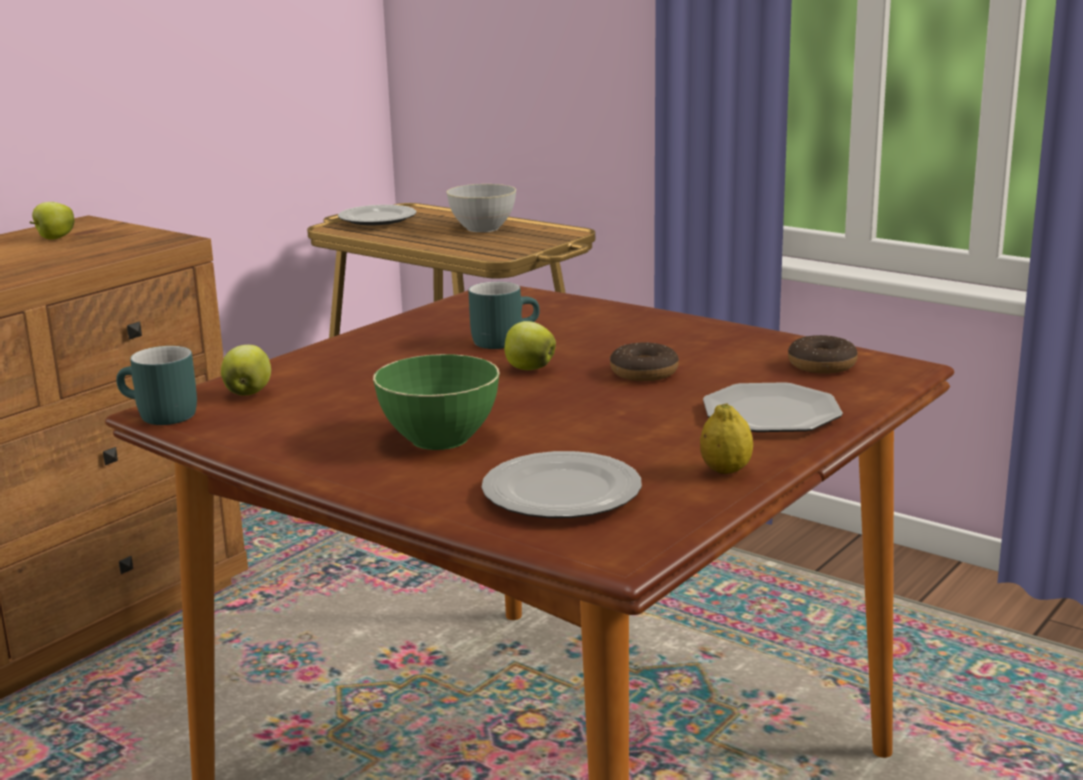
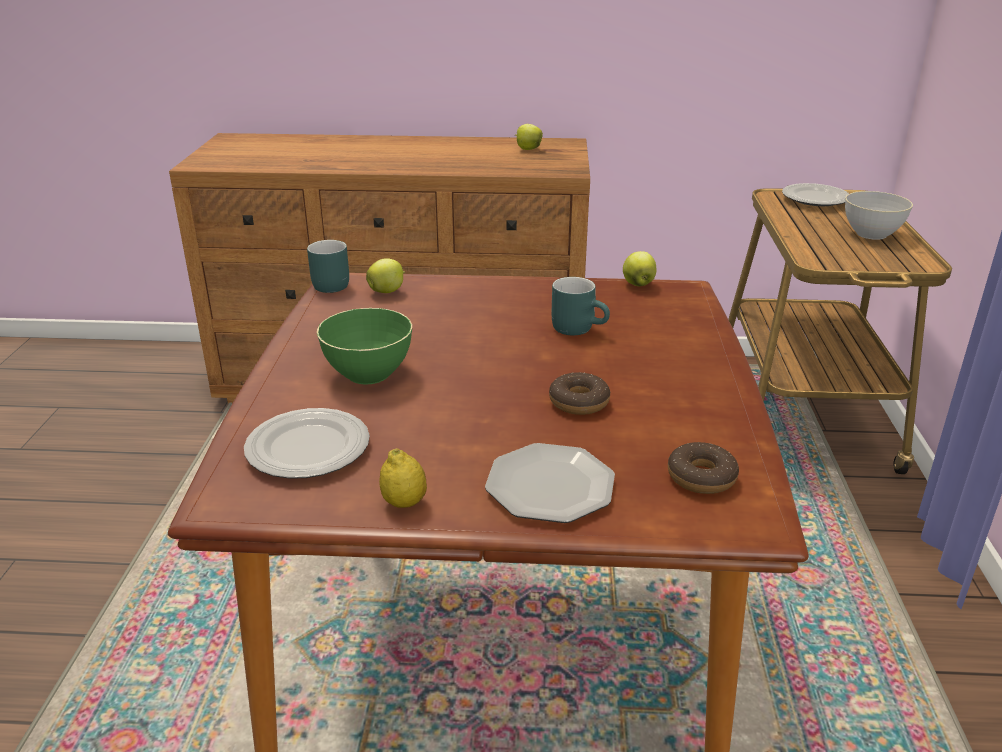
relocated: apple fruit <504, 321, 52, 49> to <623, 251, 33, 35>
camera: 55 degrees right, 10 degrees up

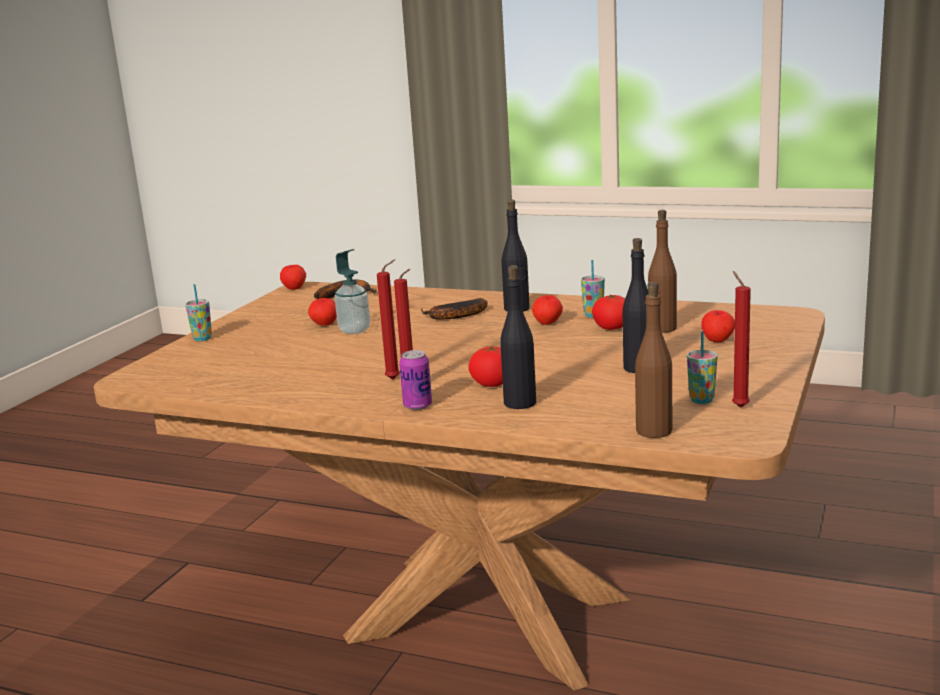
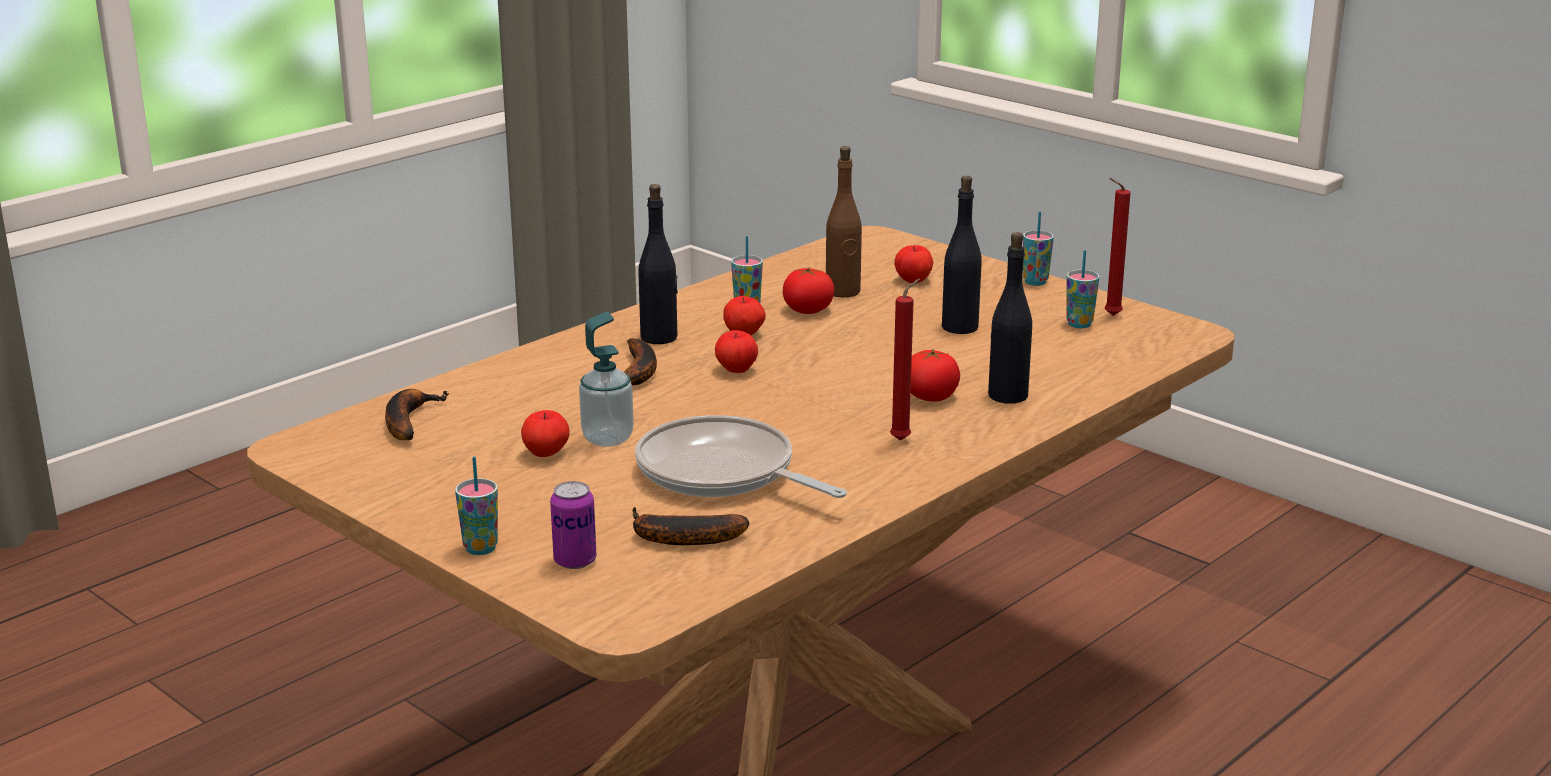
missing: wax candle/red <377, 259, 23, 121>; beverage bottle/brown <635, 282, 37, 156>
appeared: banana fruit <633, 507, 117, 38>; frying pan <635, 415, 212, 83>; cup <1023, 211, 31, 75>
relocated: apple fruit <280, 265, 26, 25> to <715, 330, 43, 43>; sealed can <399, 350, 33, 60> to <550, 481, 46, 88>
camera: 70 degrees left, 5 degrees up

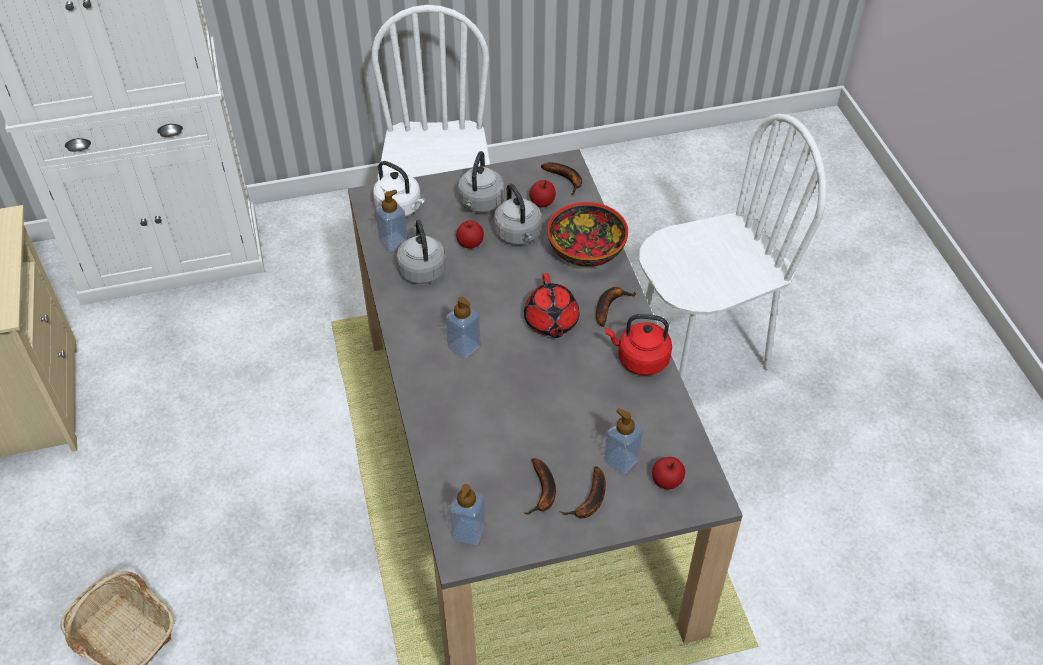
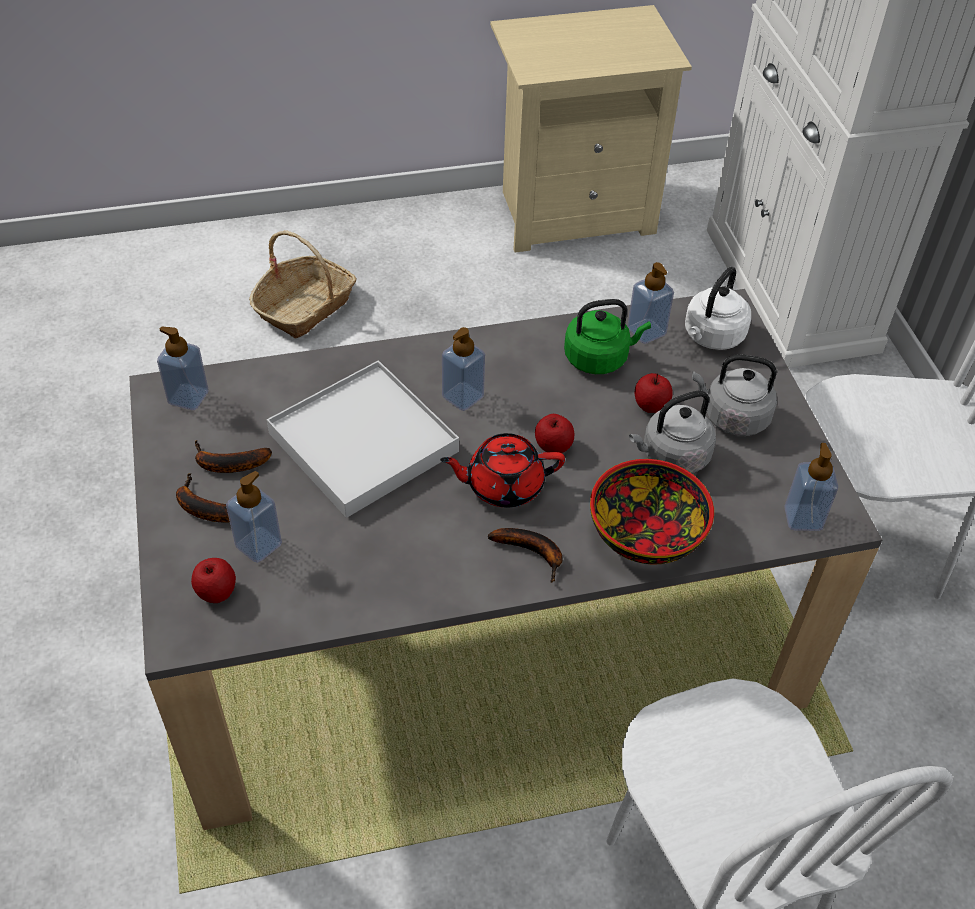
missing: kettle/red <605, 314, 67, 61>
appeared: serving tray/whitish <267, 360, 192, 158>
relocated: apple fruit <529, 180, 27, 27> to <535, 414, 39, 39>
exchanged: banana fruit <541, 162, 41, 33> to soap dispenser <784, 443, 54, 88>
colour: kettle/gray <396, 220, 50, 64> to kettle/green-coloured <564, 299, 87, 75>
camera: 90 degrees right, 0 degrees up

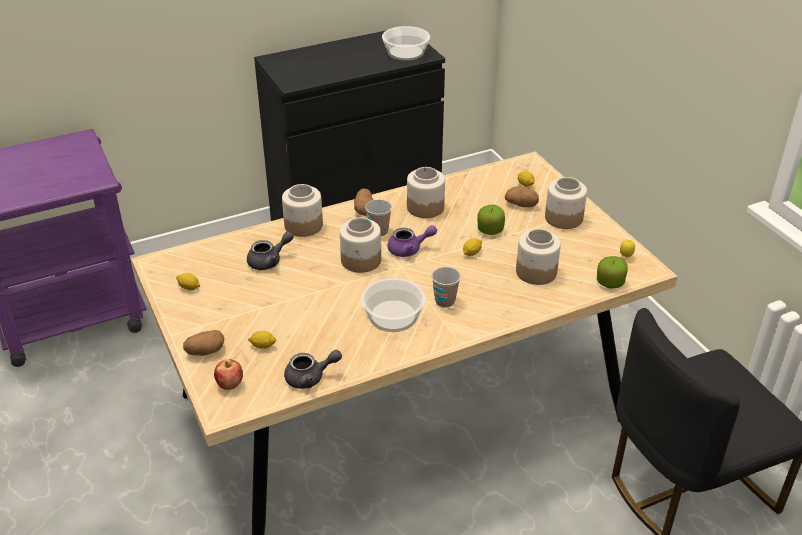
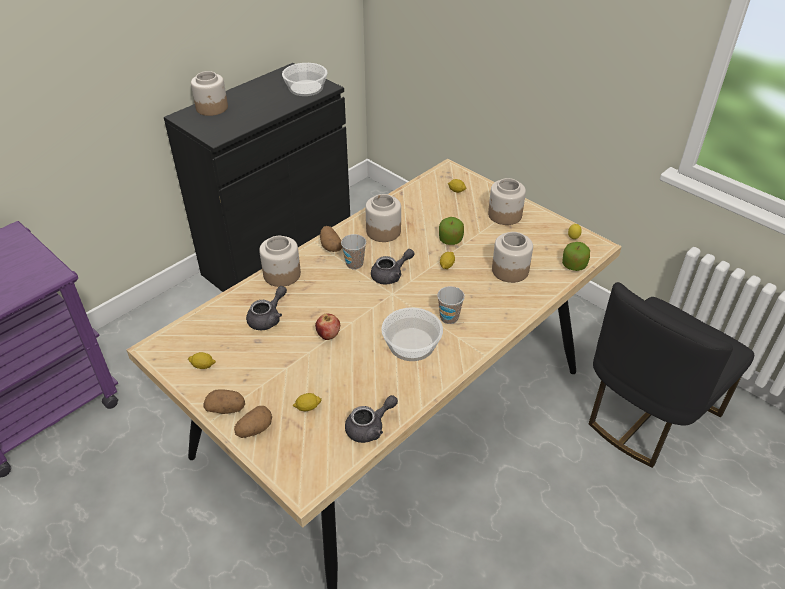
relocated: apple fruit <214, 359, 29, 31> to <315, 313, 25, 27>; preserve jar <340, 217, 41, 56> to <191, 71, 37, 45>; potato <505, 187, 34, 20> to <203, 389, 42, 25>
colour: teapot/purple <388, 225, 49, 32> to teapot/gray <371, 249, 43, 36>
camera: 20 degrees left, 5 degrees up

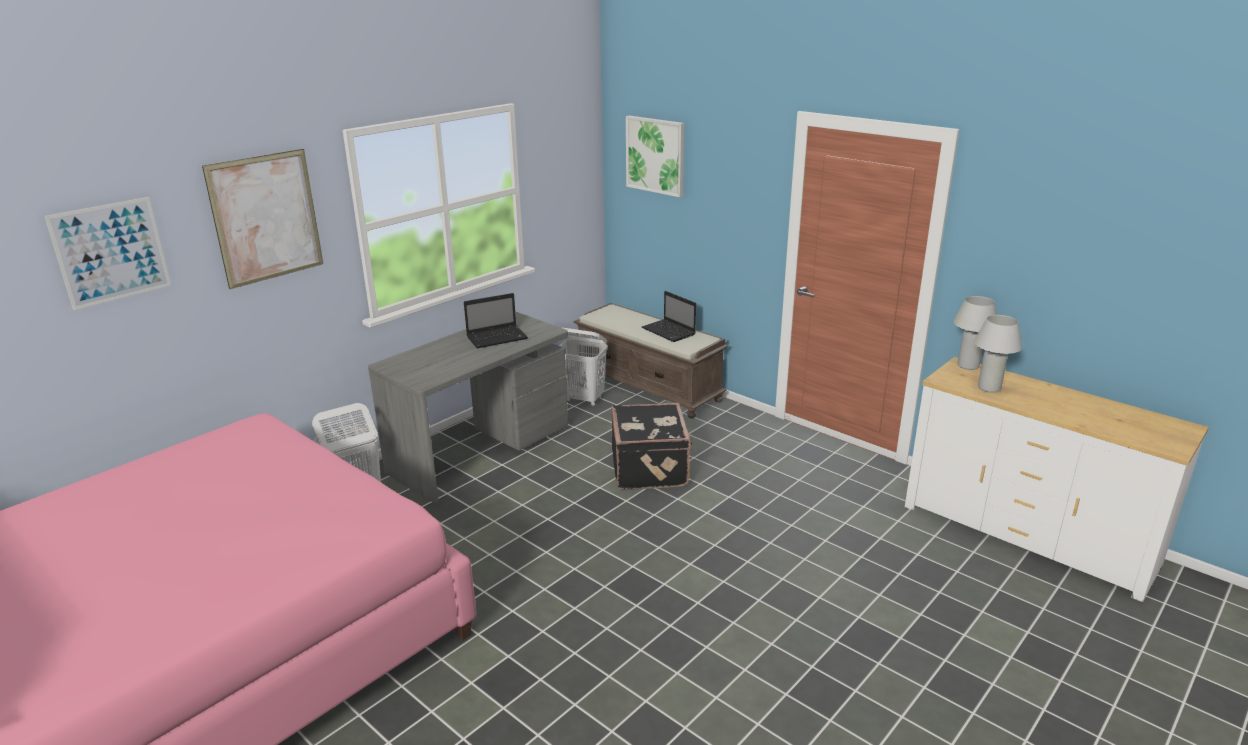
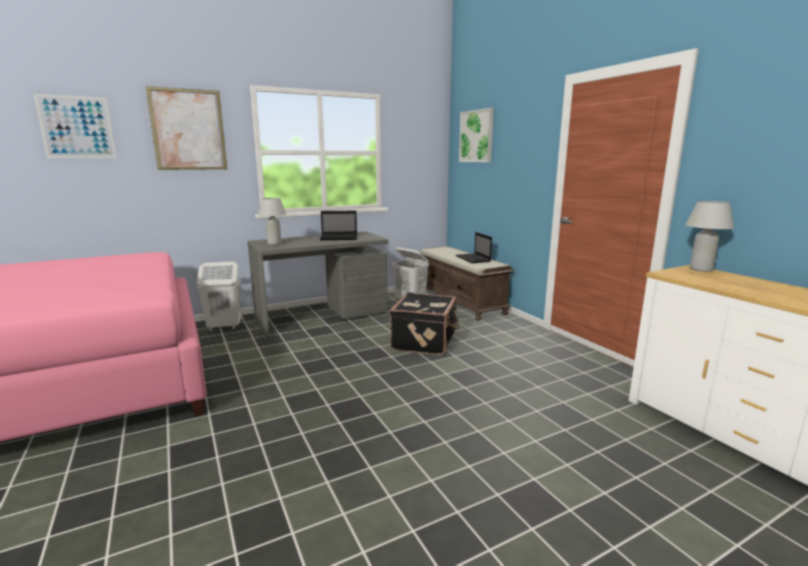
relocated: tabletop lamp/whitish <974, 315, 48, 78> to <258, 198, 28, 47>
camera: 20 degrees right, 10 degrees down

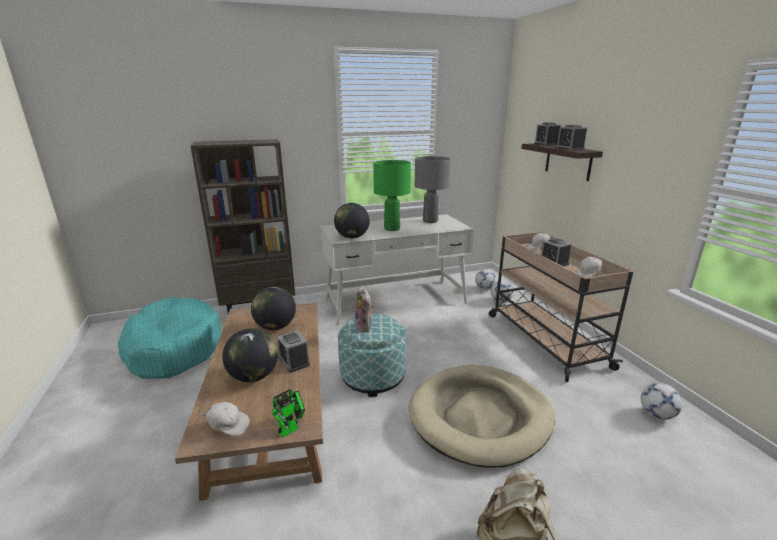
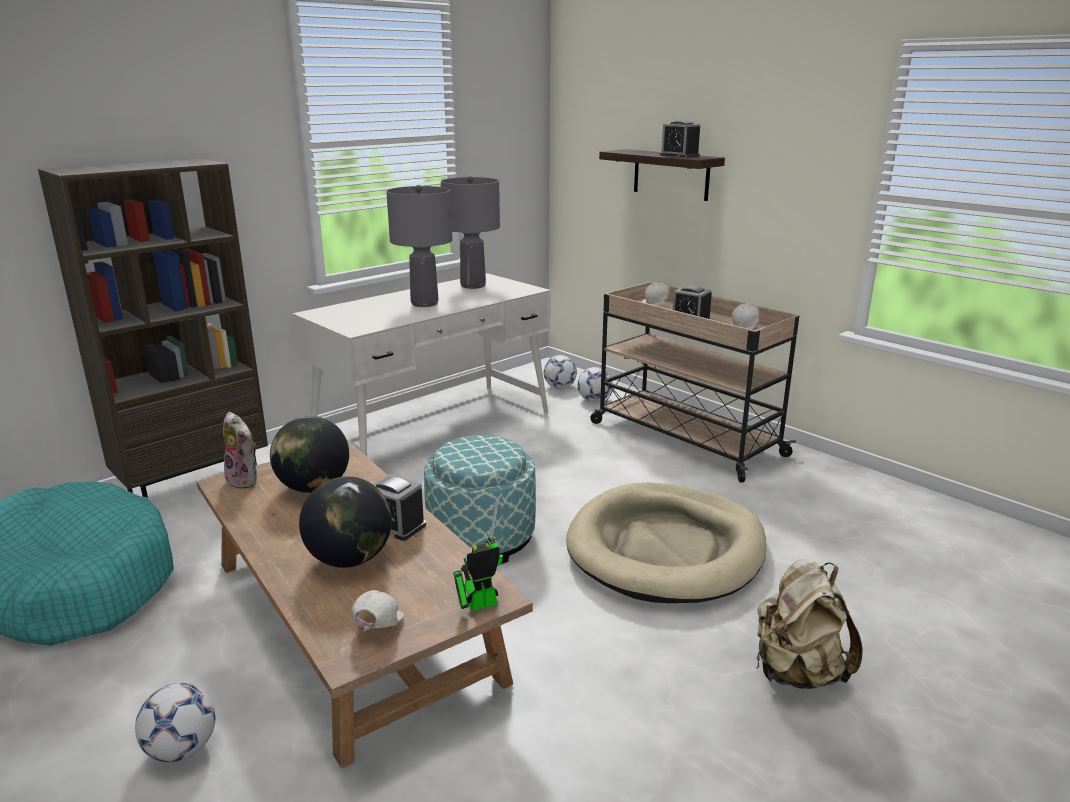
missing: world globe <334, 203, 36, 35>; alarm clock <534, 122, 27, 24>
relocated: cuddly toy <354, 286, 20, 46> to <223, 412, 34, 77>; ball for football <641, 383, 42, 37> to <135, 683, 80, 79>
colour: tabletop lamp/green-coloured <373, 160, 38, 71> to tabletop lamp/gray <386, 185, 66, 122>
spun: cap/whitish <198, 402, 52, 34> = <351, 590, 54, 41> 60 degrees counterclockwise; toy robot <272, 389, 33, 49> = <453, 500, 50, 111> 135 degrees counterclockwise
camera: 25 degrees left, 0 degrees up

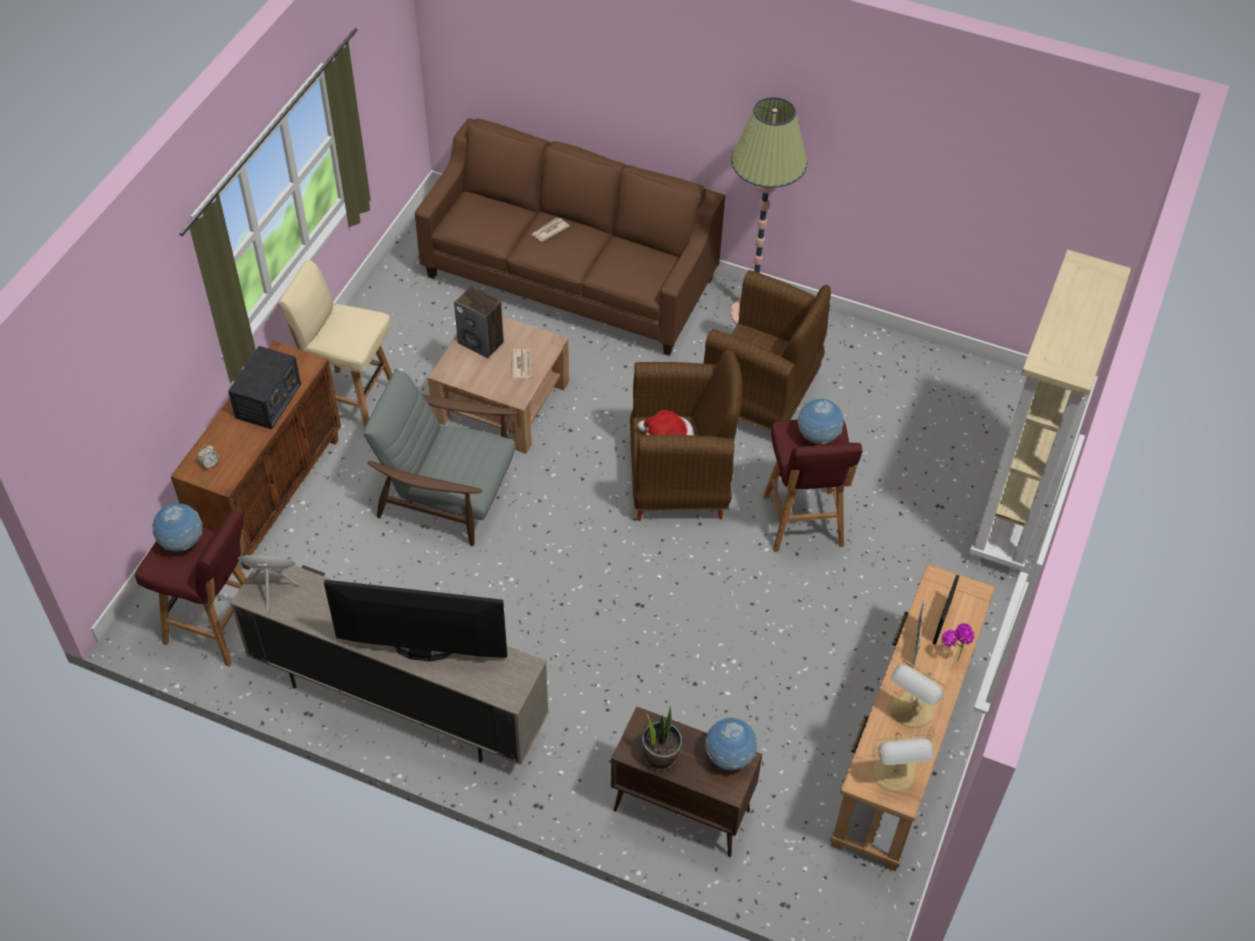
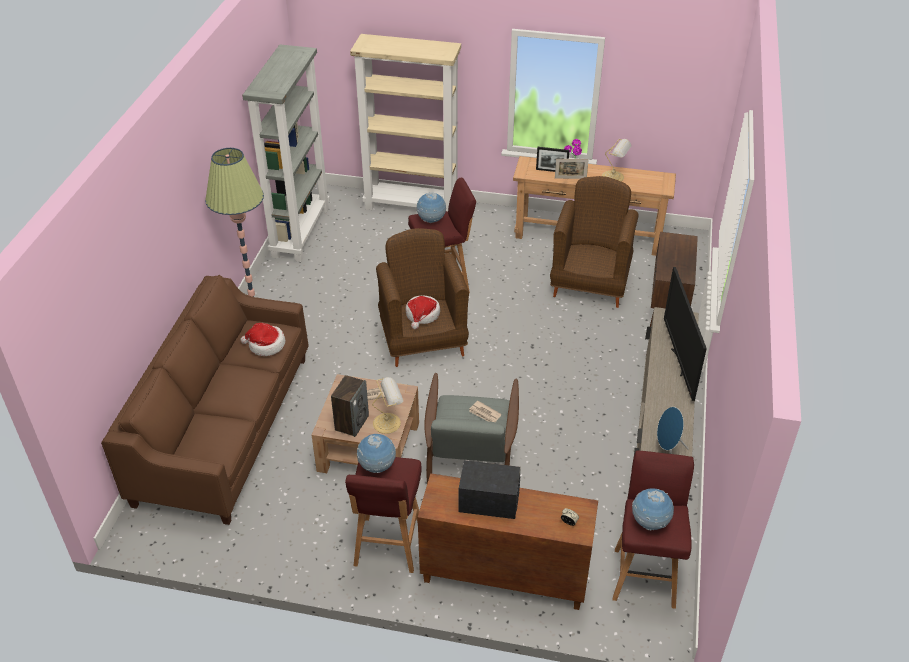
missing: potted plant <642, 706, 40, 65>
appeared: hat <240, 323, 45, 33>; bookshelf/gray <242, 45, 88, 217>
relocated: daily paper <532, 218, 38, 24> to <469, 401, 32, 21>; armchair/brown <704, 270, 127, 160> to <550, 176, 89, 132>; world globe <705, 716, 52, 54> to <357, 434, 39, 39>; tabletop lamp <873, 732, 62, 60> to <372, 377, 31, 57>
colour: stool seat/beige-coloured <279, 260, 114, 167> to stool seat/red <345, 457, 77, 116>
camera: 100 degrees left, 10 degrees down

